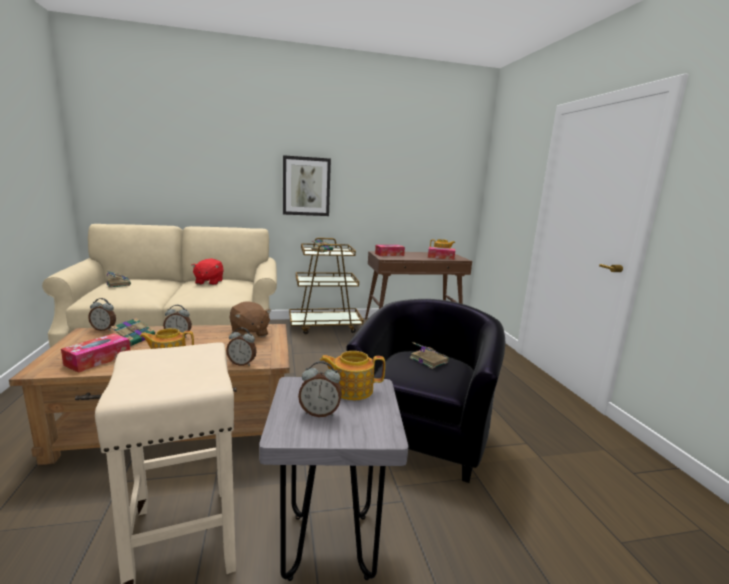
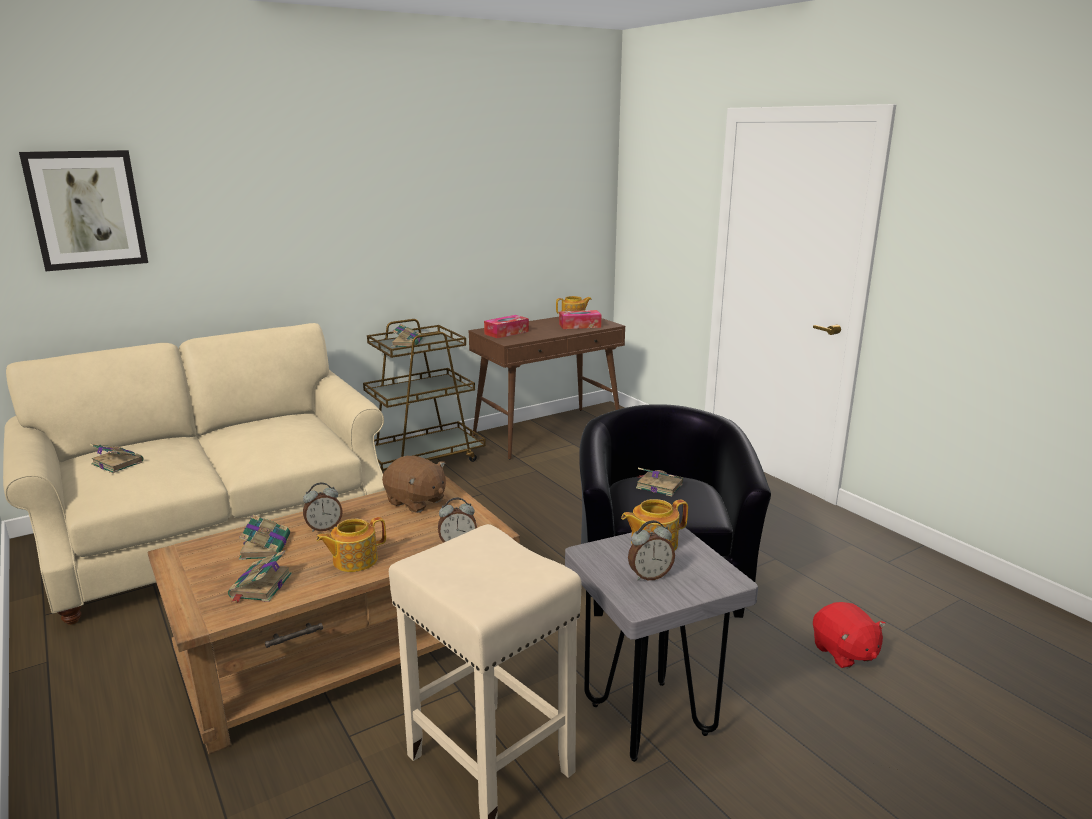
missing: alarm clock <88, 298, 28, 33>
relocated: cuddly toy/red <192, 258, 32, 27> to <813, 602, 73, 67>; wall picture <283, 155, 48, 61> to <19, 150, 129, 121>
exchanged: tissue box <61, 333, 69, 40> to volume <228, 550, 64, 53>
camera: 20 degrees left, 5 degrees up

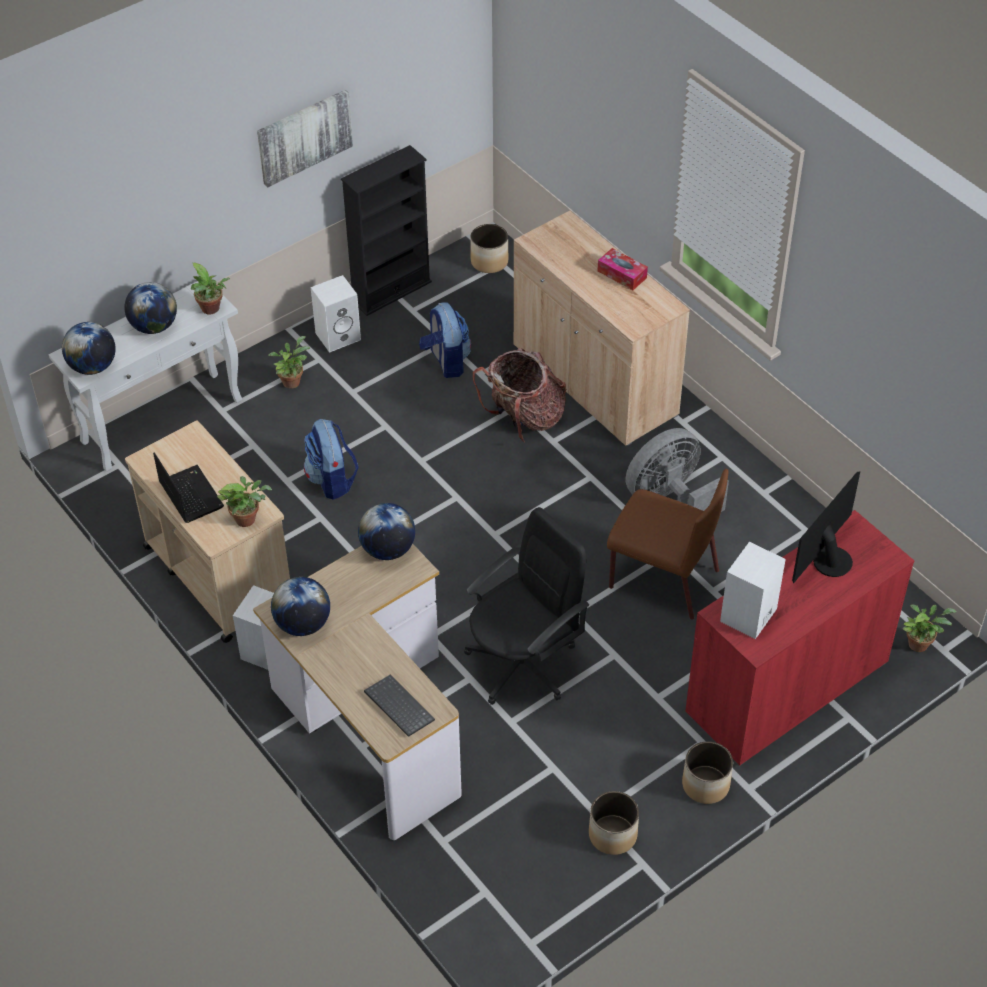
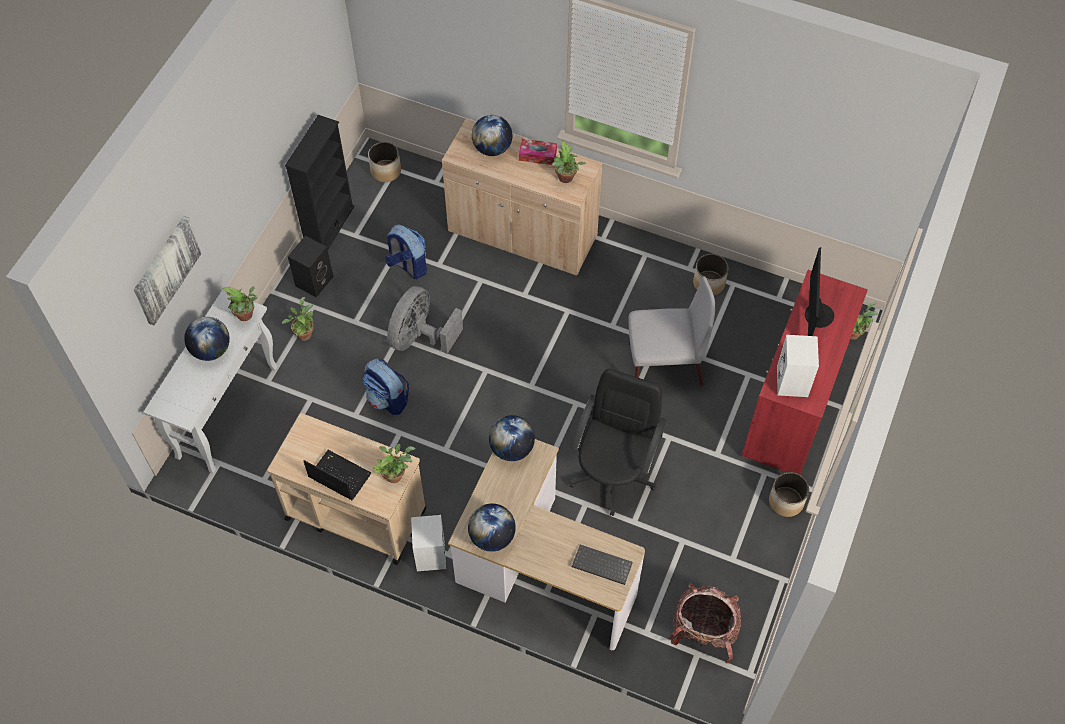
appeared: potted plant <551, 141, 35, 42>
relocated: world globe <62, 322, 54, 53> to <472, 115, 40, 41>; wall picture <257, 90, 96, 97> to <134, 216, 68, 109>; backpack <472, 348, 94, 95> to <670, 583, 71, 80>; planter <589, 791, 50, 64> to <693, 254, 36, 41>; cooling fan/gray <625, 428, 104, 84> to <387, 286, 76, 68>
colour: speaker/whitish <311, 275, 50, 78> to speaker/blackish <288, 236, 45, 61>; chair/brown <607, 469, 121, 150> to chair/gray <628, 276, 87, 110>
camera: 30 degrees left, 10 degrees up

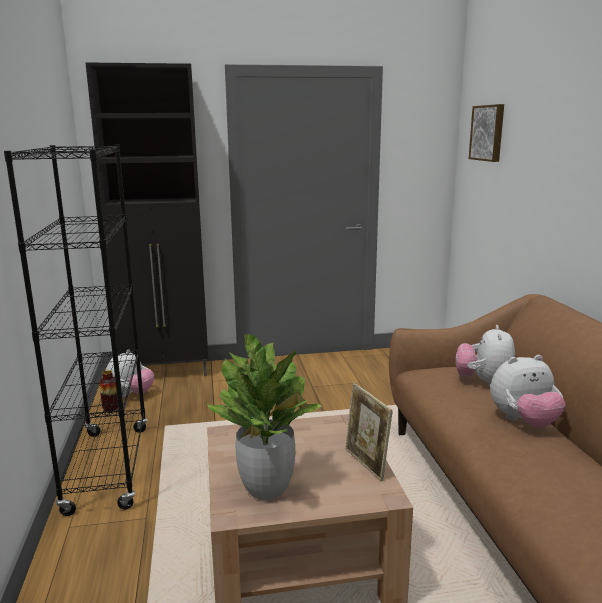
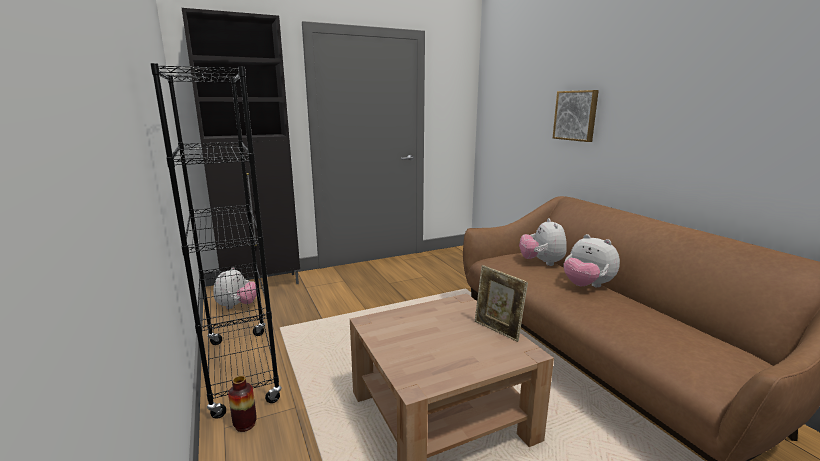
missing: potted plant <207, 334, 114, 166>
relocated: flower vase <99, 370, 19, 42> to <228, 376, 29, 56>; wall picture <469, 104, 35, 58> to <553, 90, 46, 52>
spun: cuddly toy <490, 355, 76, 73> = <564, 234, 56, 54> 75 degrees clockwise
camera: 15 degrees left, 0 degrees up

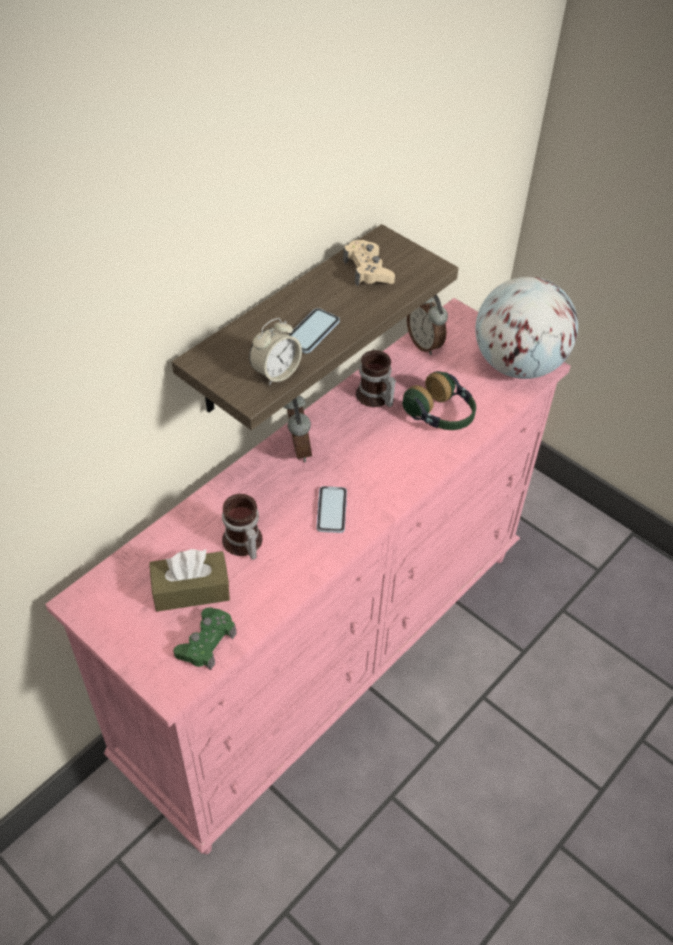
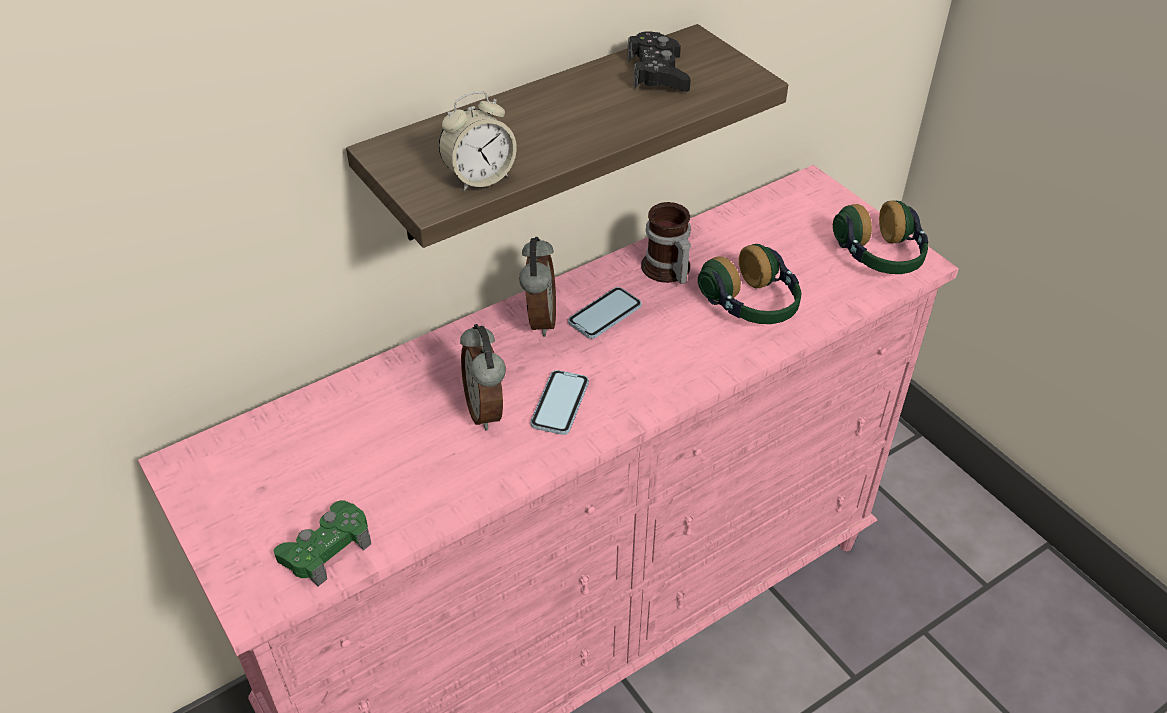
missing: tissue box/brown <149, 549, 81, 63>; tea mug <222, 494, 41, 66>
relocated: telephone <288, 308, 52, 46> to <568, 287, 73, 52>; alarm clock <407, 295, 41, 60> to <460, 324, 46, 106>
exchanged: world globe <475, 277, 103, 102> to headset <833, 201, 95, 73>
colour: gamepad/beige-coloured <343, 240, 52, 46> to gamepad/blackish <627, 31, 64, 61>
camera: 15 degrees right, 5 degrees down

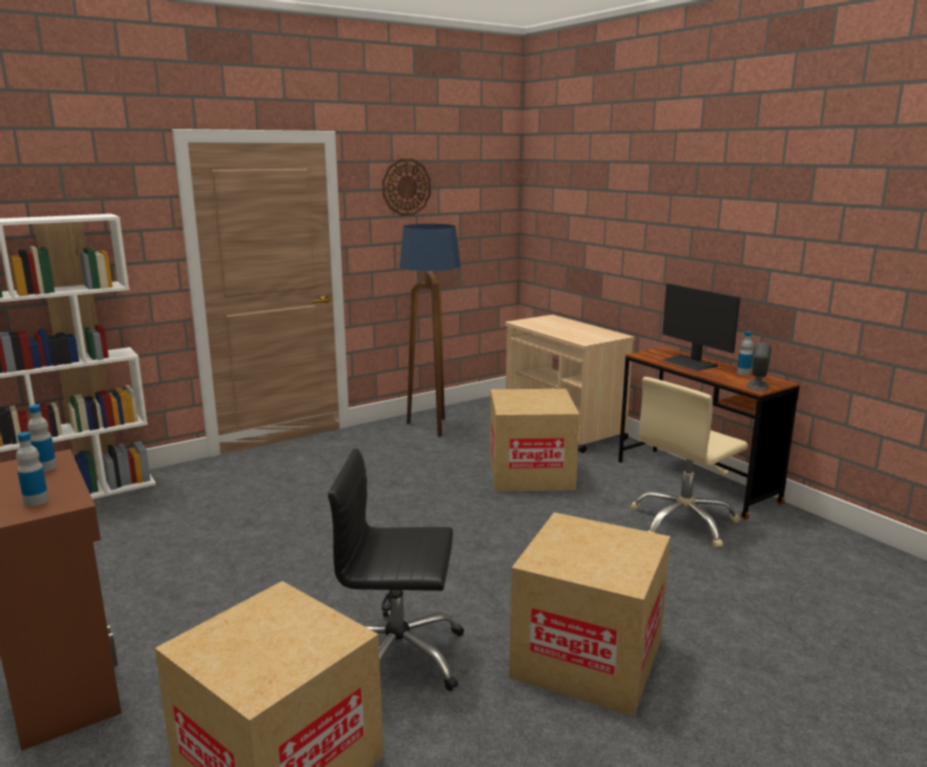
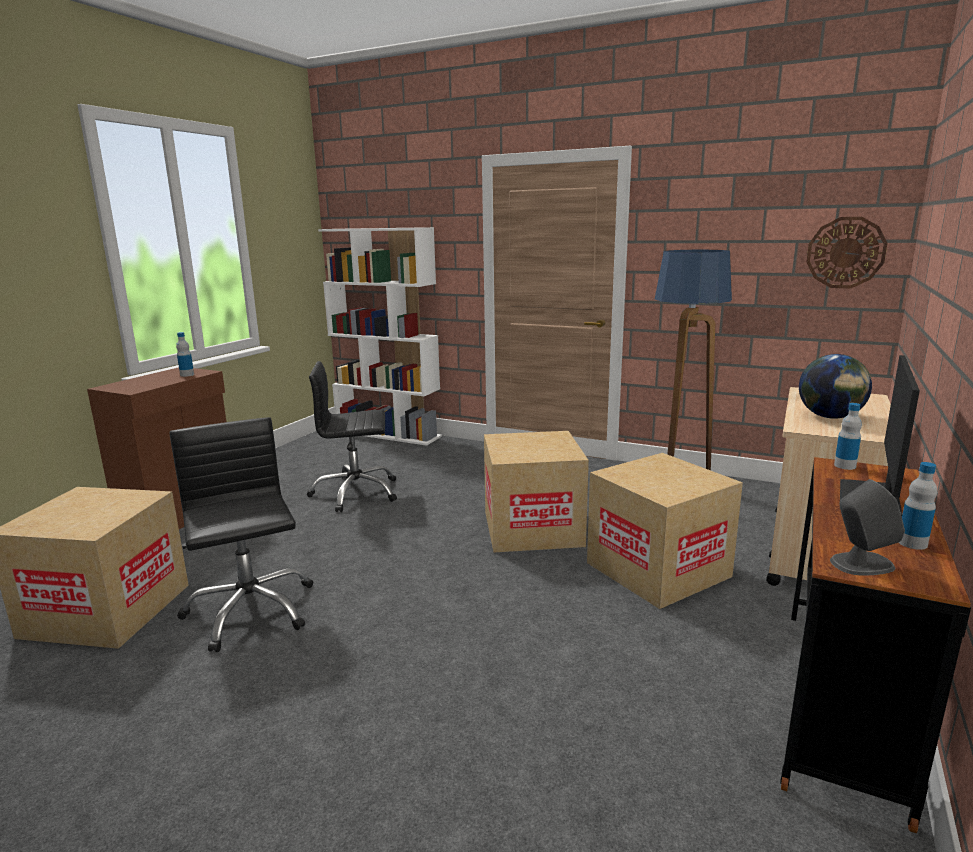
missing: computer chair/beige-coloured <631, 377, 117, 171>
appeared: computer chair/blackish <307, 361, 90, 151>; world globe <799, 354, 73, 65>
relocated: beverage bottle <16, 432, 33, 74> to <834, 403, 28, 67>; hanging clock <382, 159, 49, 57> to <806, 217, 82, 72>; packing box <509, 512, 161, 204> to <484, 431, 105, 121>
camera: 60 degrees right, 0 degrees up

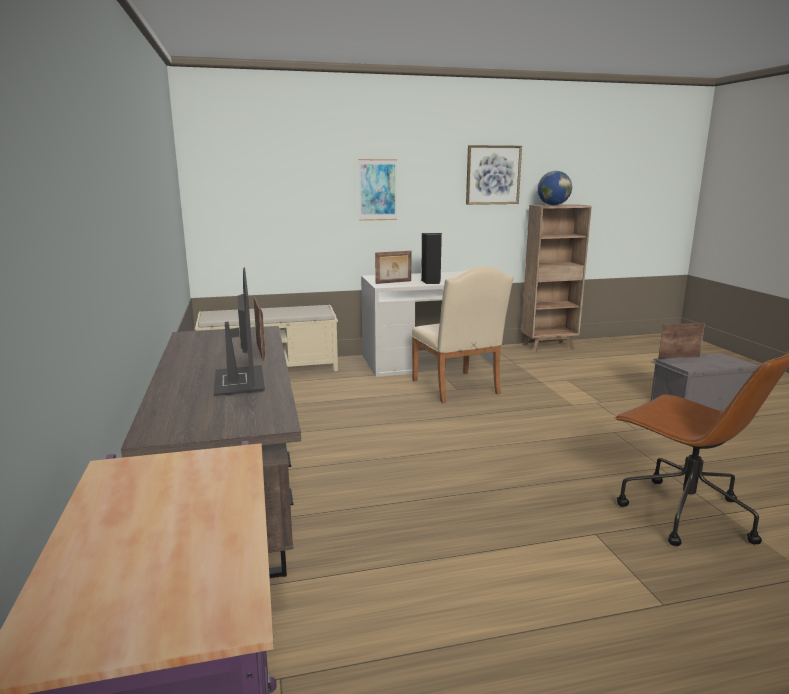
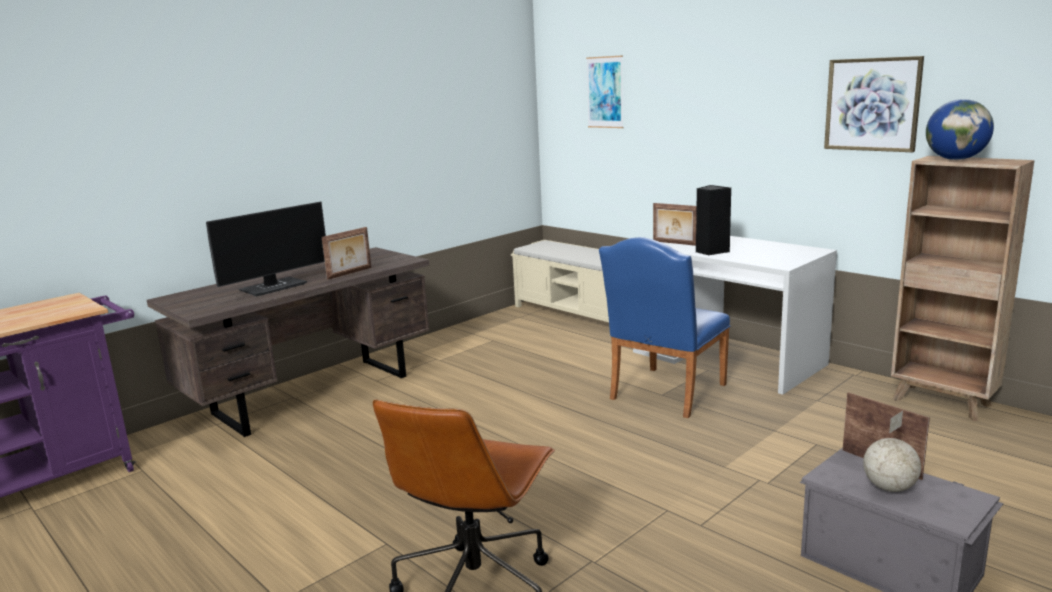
appeared: world globe <863, 411, 58, 81>
relocated: wall picture <358, 159, 39, 62> to <586, 55, 38, 73>
colour: chair/beige-coloured <412, 266, 102, 137> to chair/blue <599, 237, 131, 181>
camera: 60 degrees right, 0 degrees up

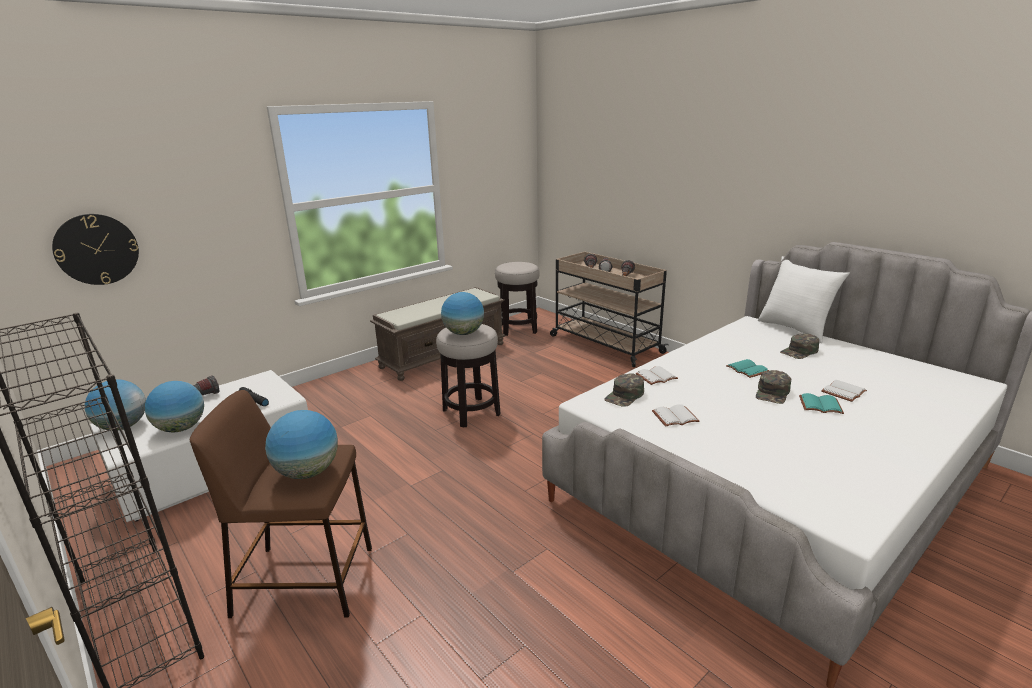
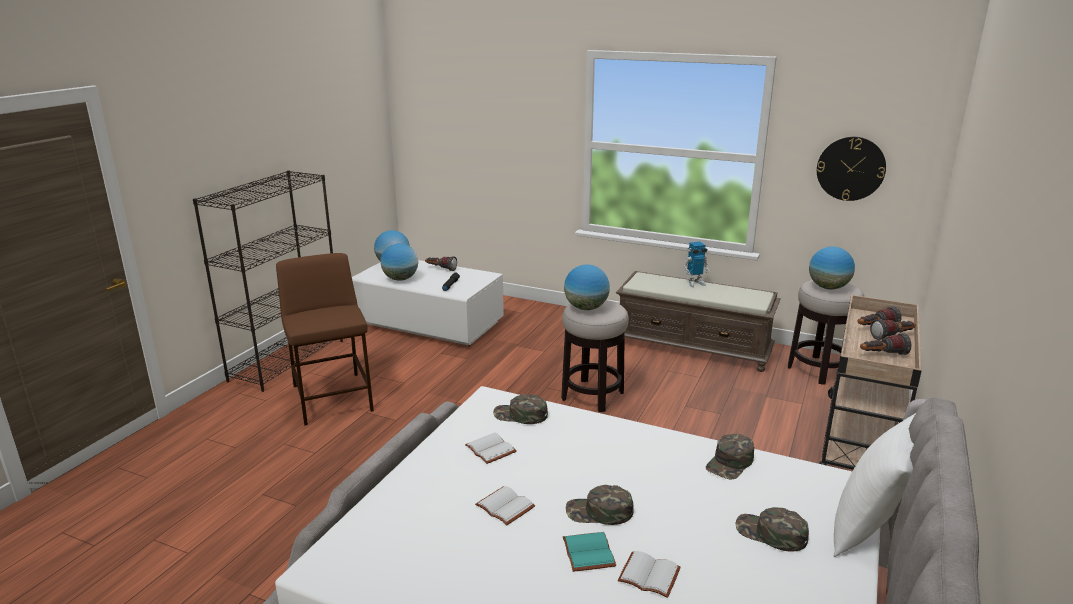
missing: volume/turquoise-coloured <726, 359, 43, 19>
appeared: toy robot <684, 242, 25, 45>; cap/green-coloured <706, 434, 48, 45>
relocated: hanging clock <52, 214, 87, 71> to <817, 137, 69, 64>; world globe <265, 410, 73, 69> to <809, 247, 46, 42>; volume/whitish <636, 366, 42, 19> to <475, 486, 60, 39>
camera: 65 degrees right, 0 degrees up

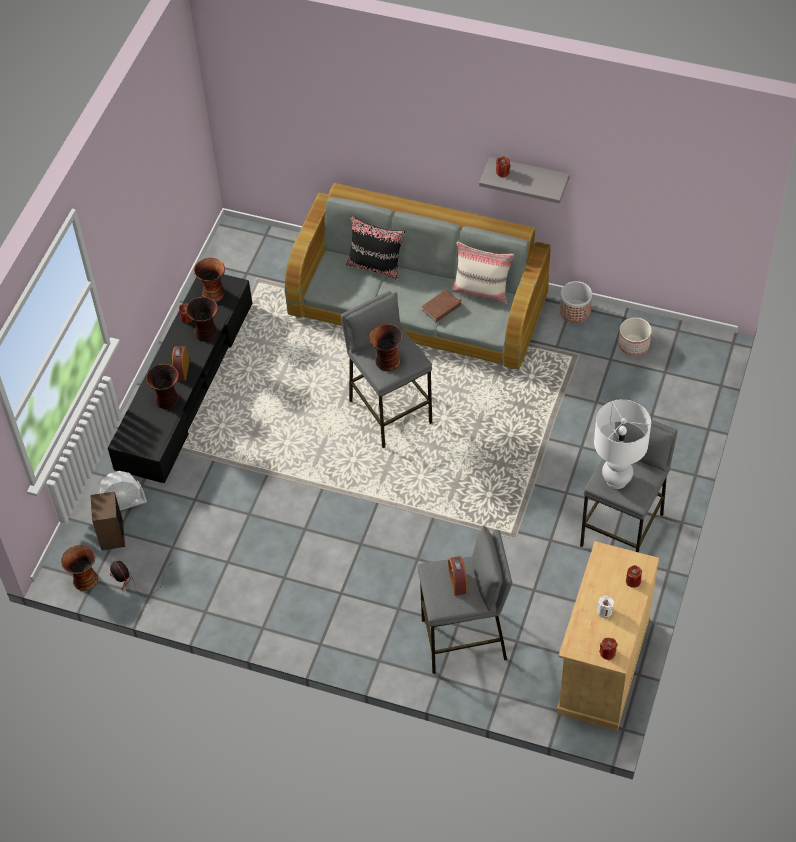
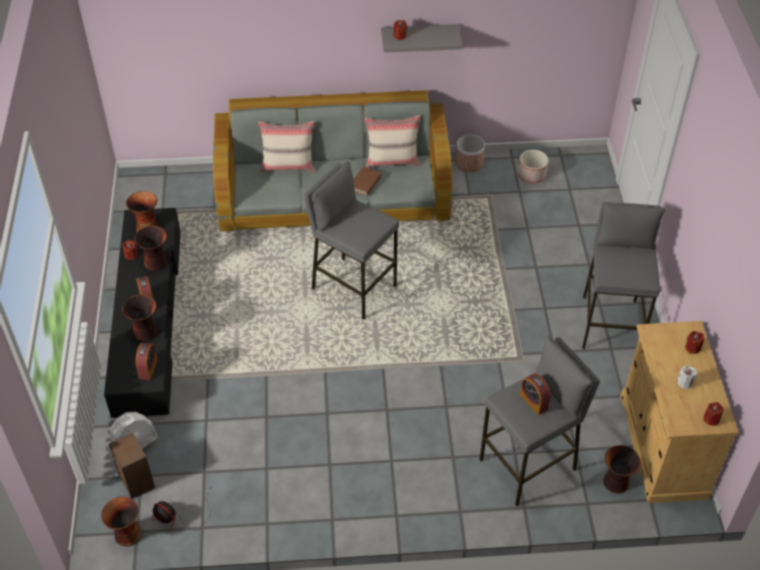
missing: tabletop lamp/whitish <594, 399, 57, 90>
appeared: alarm clock <136, 343, 22, 37>
relocated: flower vase <369, 324, 34, 47> to <603, 445, 38, 49>
colour: cushion/blackish <346, 216, 59, 65> to cushion/beige-coloured <258, 121, 57, 51>
camera: 25 degrees left, 5 degrees down

